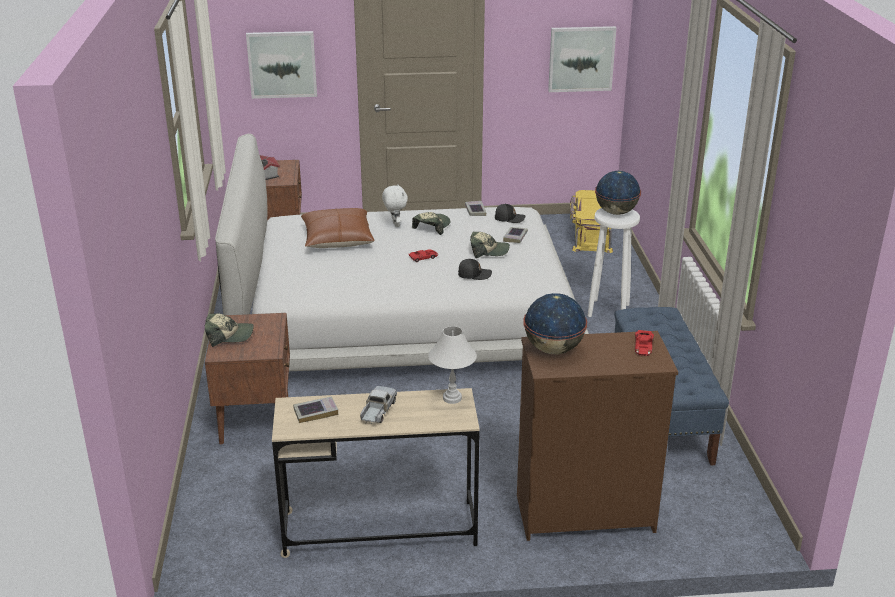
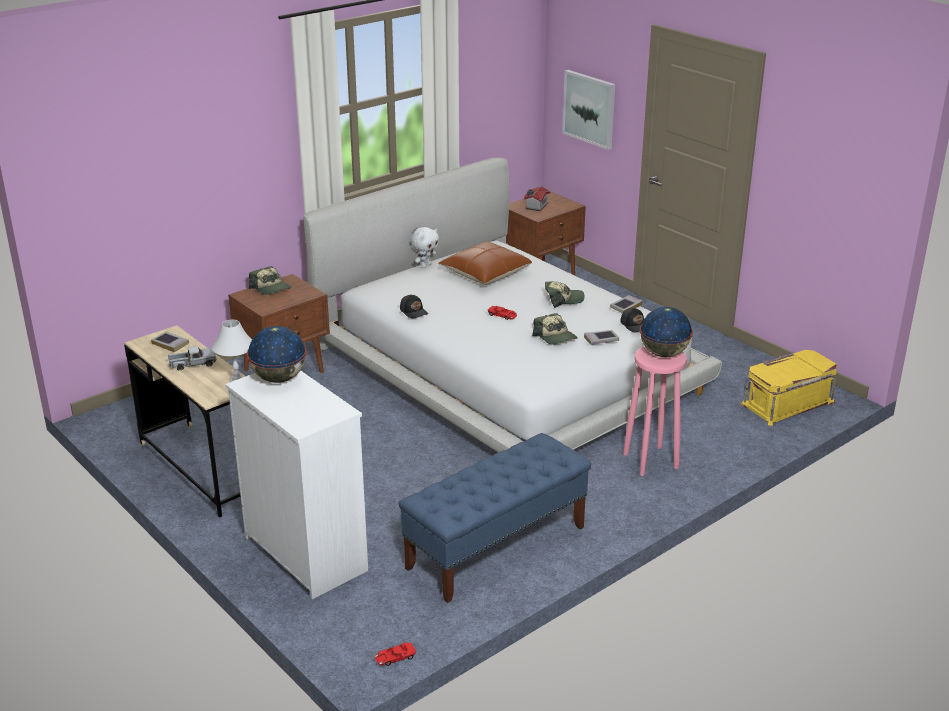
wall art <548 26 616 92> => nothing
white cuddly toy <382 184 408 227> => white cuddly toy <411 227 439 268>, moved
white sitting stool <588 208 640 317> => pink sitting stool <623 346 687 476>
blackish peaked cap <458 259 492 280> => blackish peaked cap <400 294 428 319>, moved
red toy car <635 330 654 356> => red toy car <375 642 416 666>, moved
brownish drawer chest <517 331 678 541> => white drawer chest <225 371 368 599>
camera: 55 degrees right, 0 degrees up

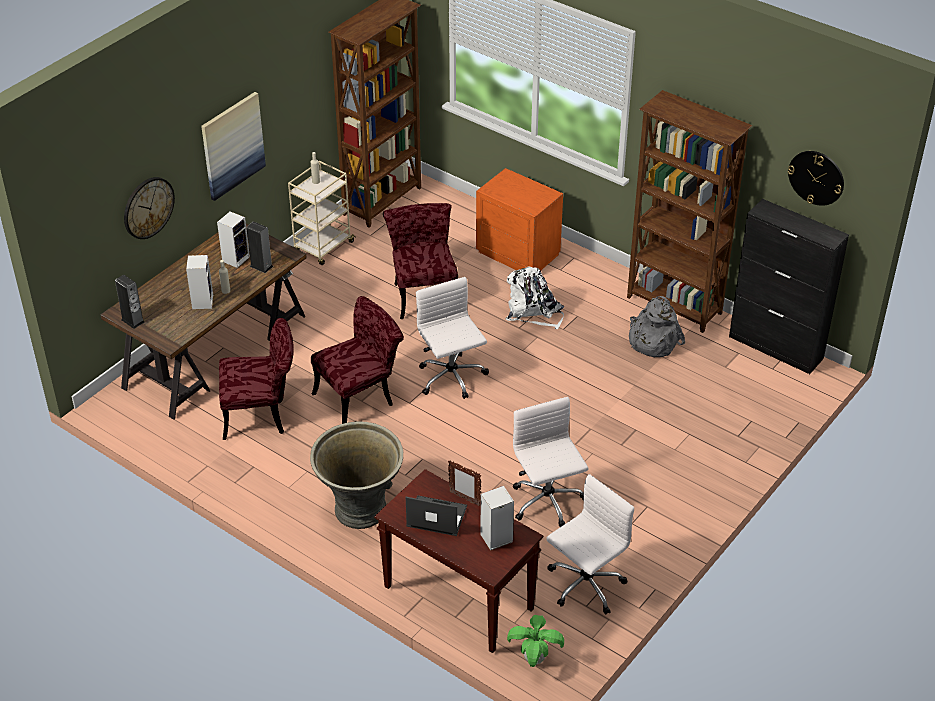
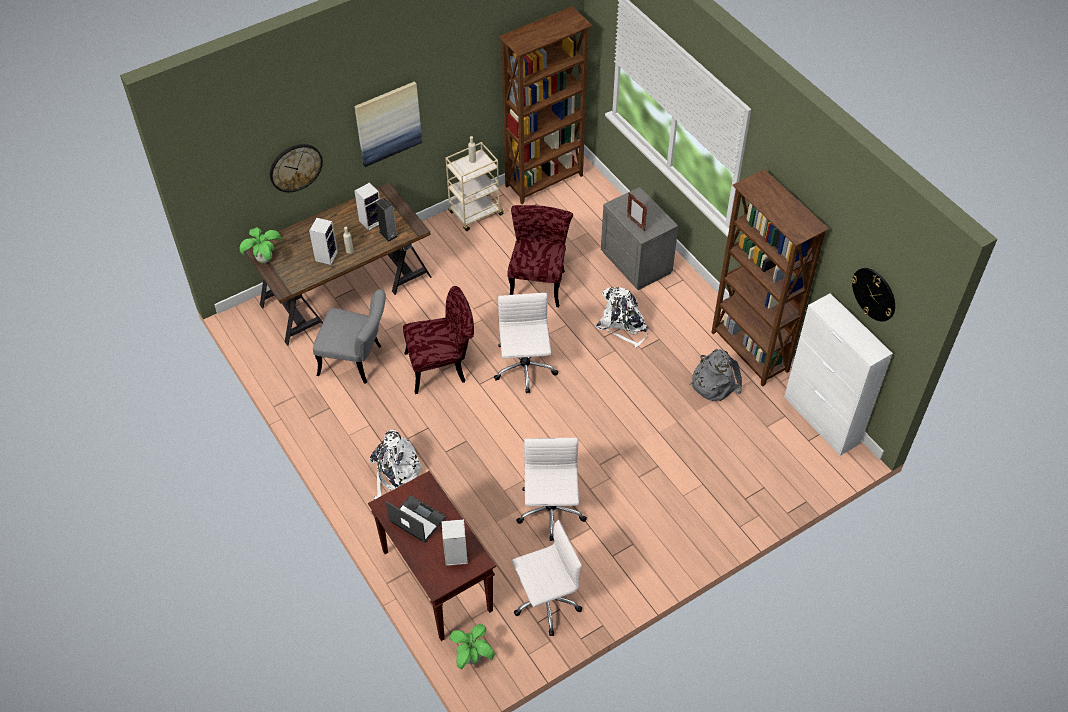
orange-coloured nightstand <476 168 563 271> => gray nightstand <601 187 678 290>
blackish storage cabinet <729 199 849 374> => white storage cabinet <784 293 893 456>
audio speaker <115 275 144 329> => potted plant <240 227 281 263>
red chair <219 318 293 440> => gray chair <313 289 386 384>
gray plant pot <310 422 403 529> => white knapsack <369 429 424 499>
picture frame <448 460 481 506> => picture frame <627 193 648 231>, moved
camera: 20 degrees right, 10 degrees up

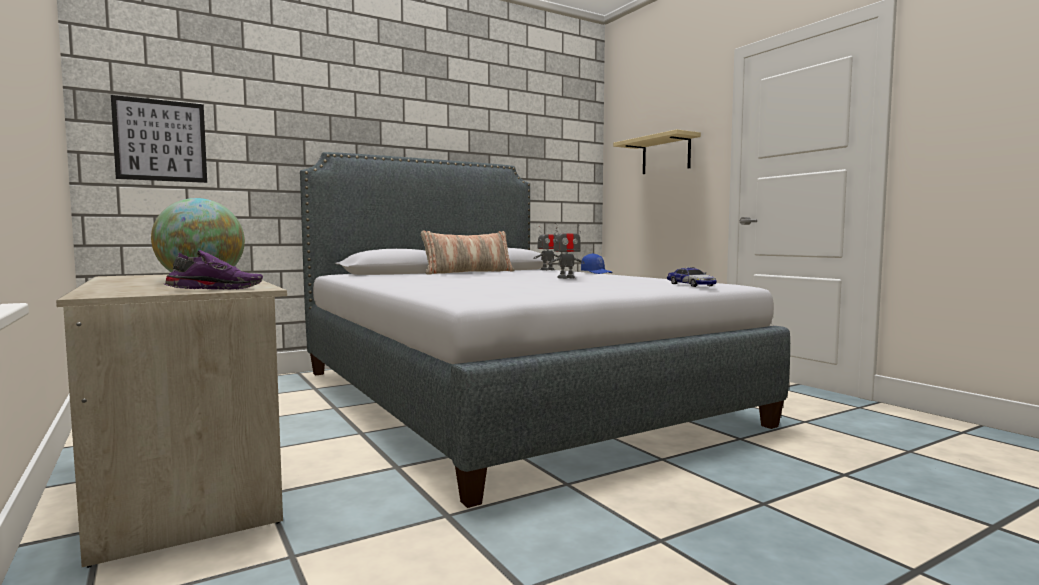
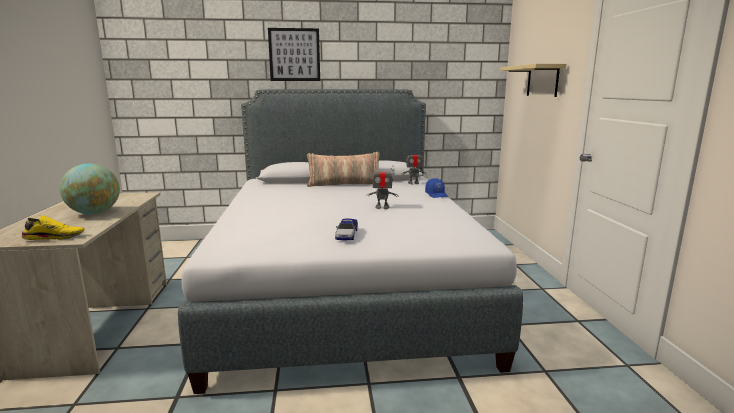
wall art <111 95 207 183> => wall art <268 28 320 81>, moved
purple low shoe <165 250 263 290> => yellow low shoe <21 215 85 240>
toy car <667 267 717 287> => toy car <335 219 358 240>, moved
camera: 25 degrees right, 10 degrees up

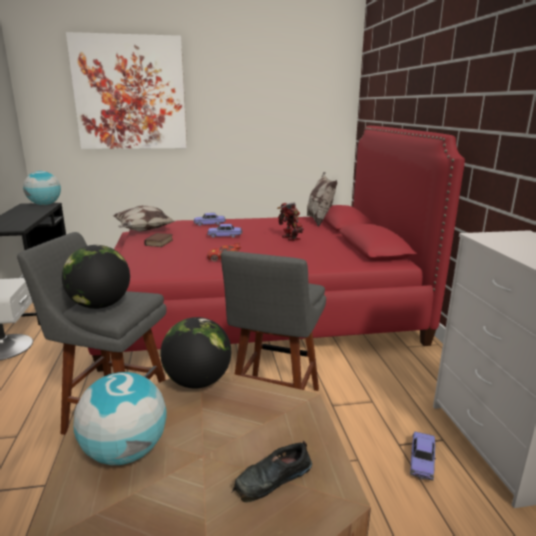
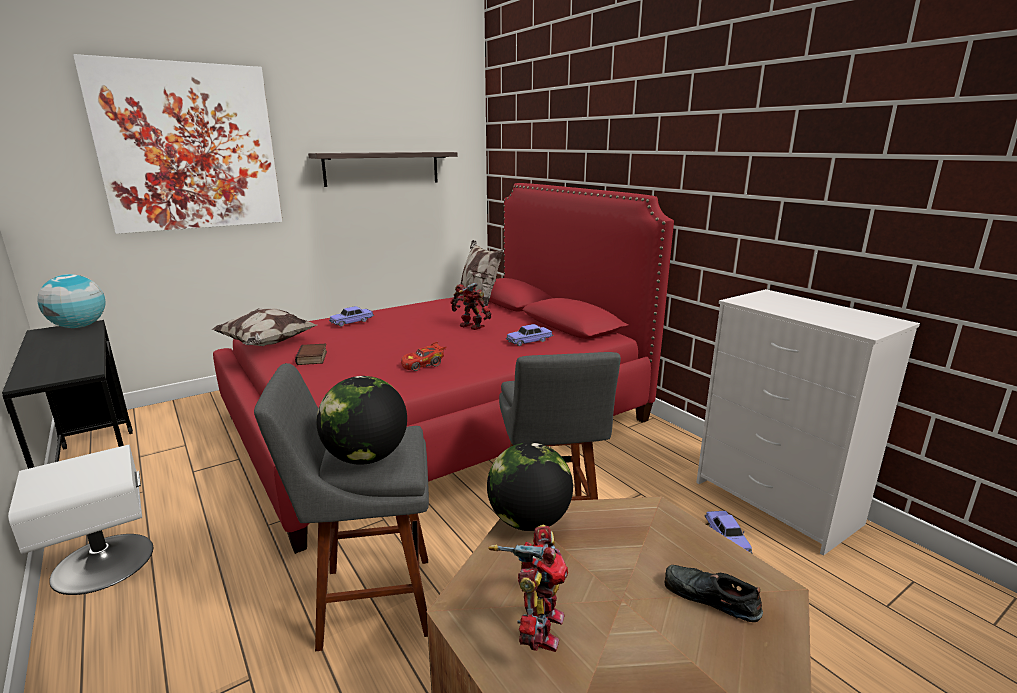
toy car <207 224 242 238> => toy car <506 324 553 346>, moved
desk globe <74 372 167 465> => model robot <488 525 568 652>
blackish low shoe <232 440 312 503> => blackish low shoe <664 565 763 622>, 90 degrees clockwise
nothing => shelf <308 152 458 187>
camera: 25 degrees left, 0 degrees up

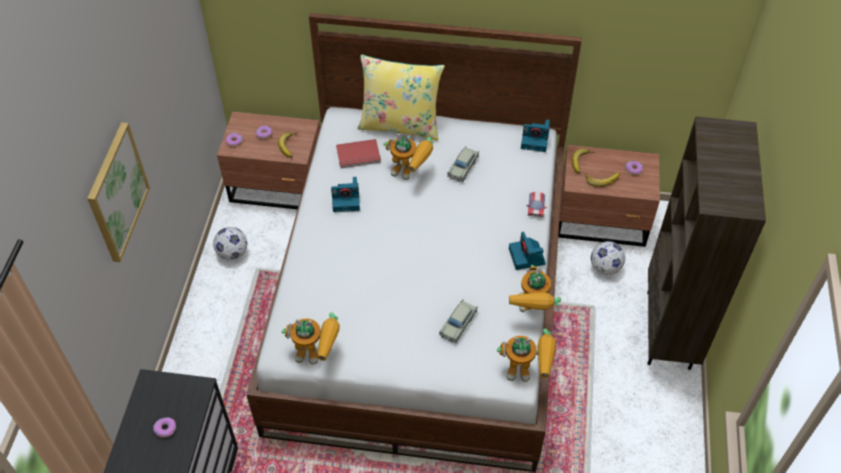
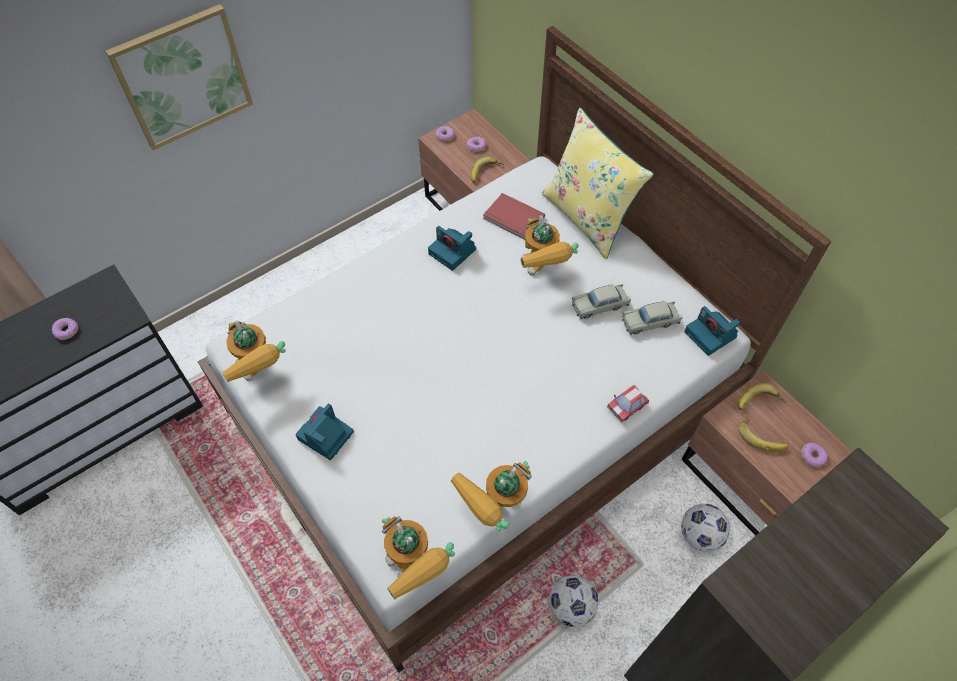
football ball <213 227 247 260> => football ball <549 575 599 627>, moved
photo camera <509 232 546 270> => photo camera <296 403 354 460>, moved
beige toy car <439 299 478 343> => beige toy car <622 301 682 335>, moved
camera: 45 degrees right, 5 degrees up

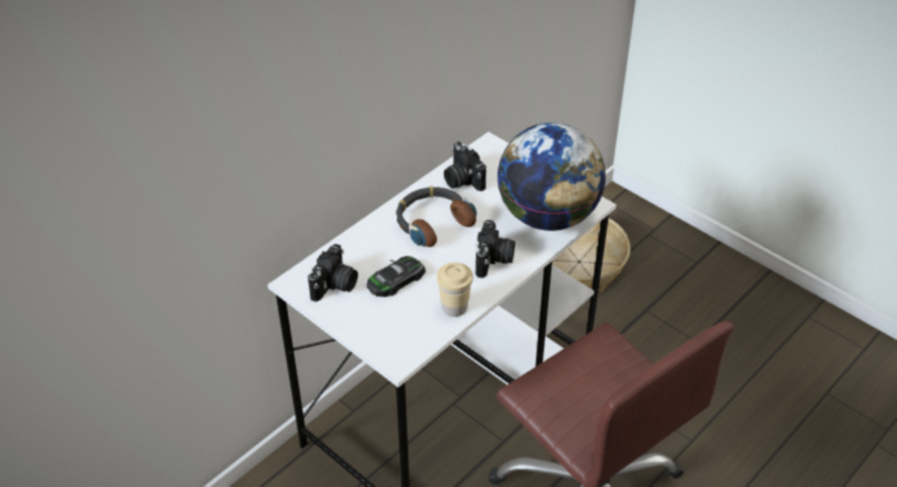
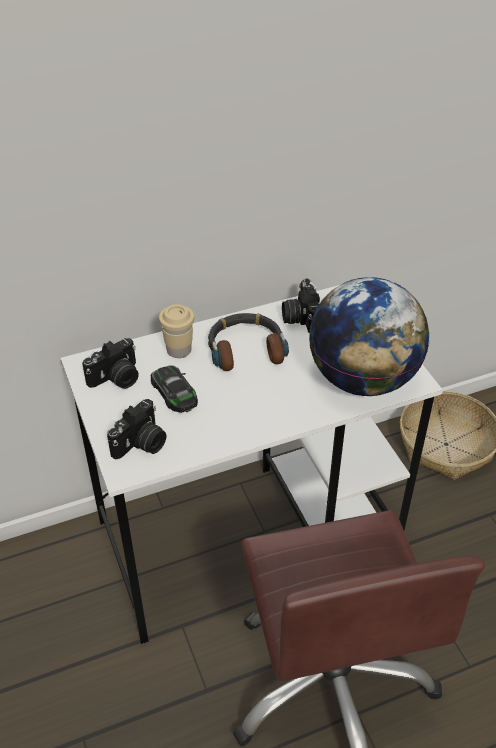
photo camera <475 220 515 278> => photo camera <107 399 166 460>, moved
toy car <366 256 426 297> => toy car <151 365 198 413>, 105 degrees counterclockwise
beige small cup <437 262 473 317> => beige small cup <159 304 194 358>, moved
camera: 25 degrees right, 0 degrees up

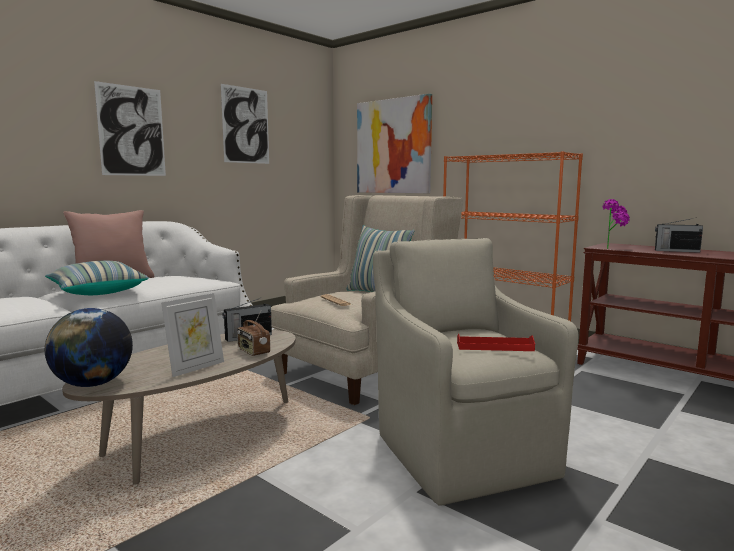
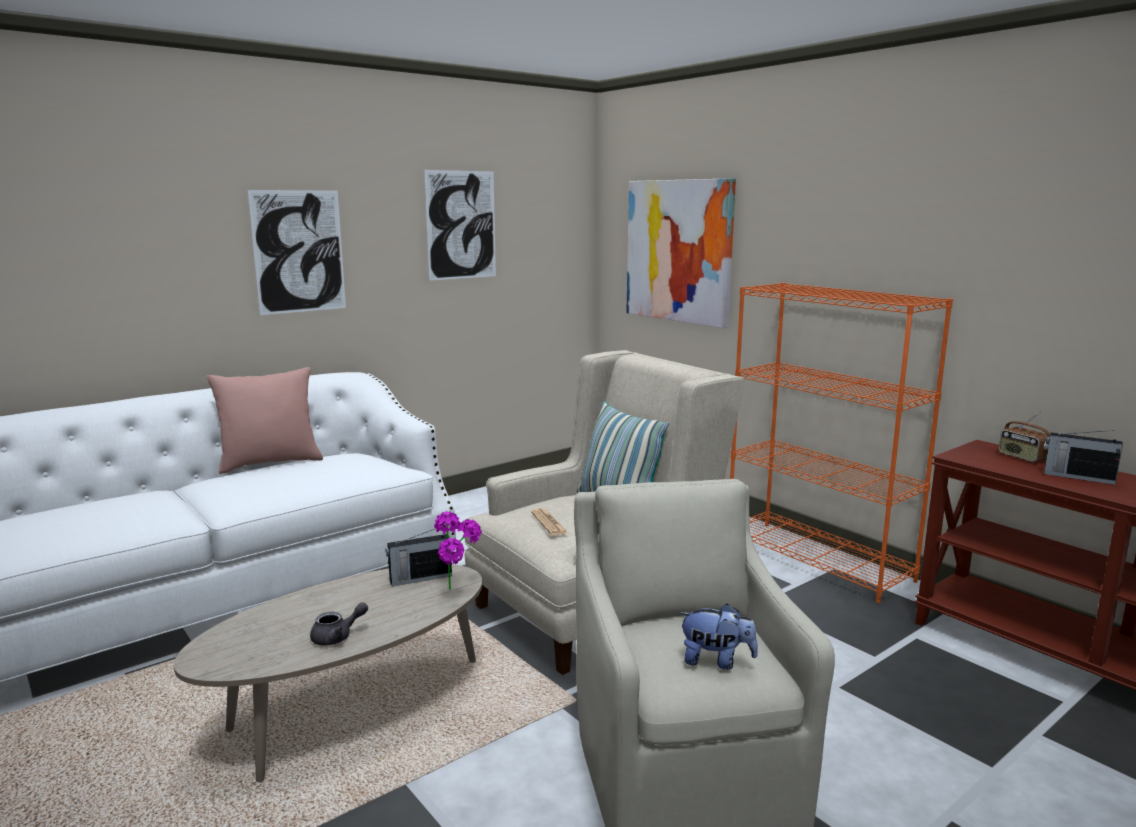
potted plant <602 199 630 249> => potted plant <434 511 482 590>, moved
cushion <45 261 149 295> => nothing
picture frame <161 293 224 377> => gray tea pot <310 602 368 646>
desk globe <45 308 133 387> => nothing
radio receiver <237 311 270 356> => radio receiver <999 411 1050 462>, moved
red carrying tray <457 334 535 351> => cuddly toy <679 604 758 670>
camera: 10 degrees right, 5 degrees up

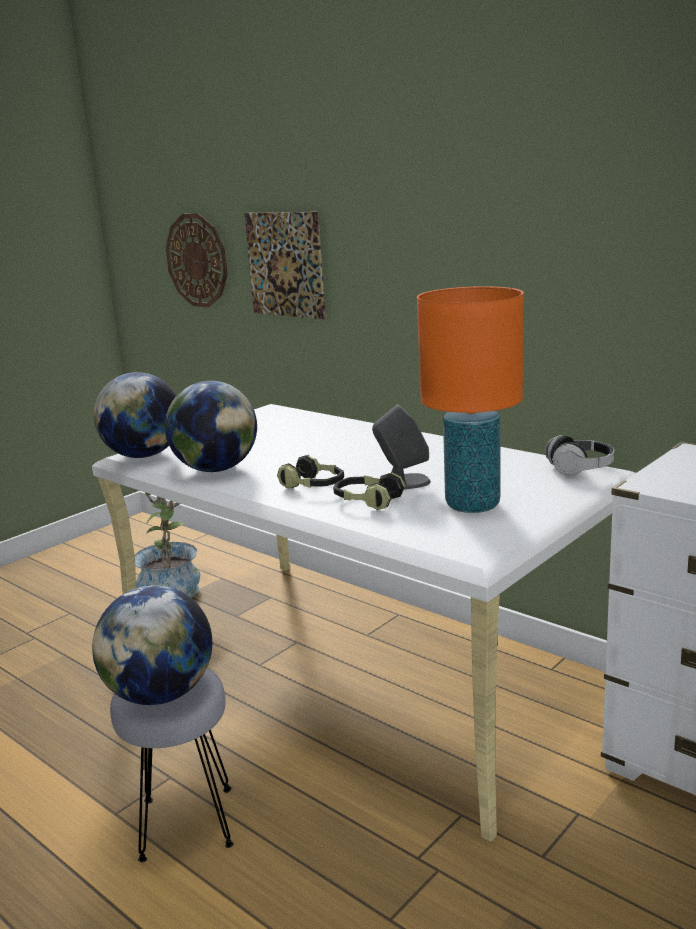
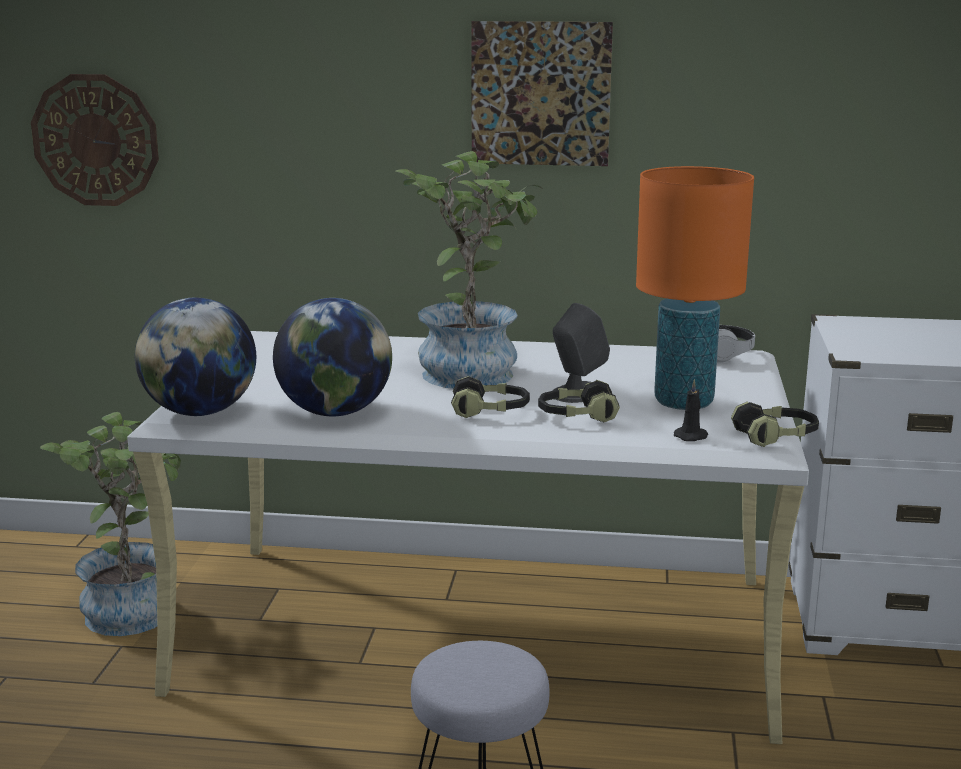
wall art <244 212 326 319> => wall art <471 21 613 166>, moved
desk globe <92 585 212 705> => nothing
nothing => potted plant <395 151 542 389>
nothing => blackish candle <674 379 708 441>
nothing => headset <731 402 819 447>
camera: 35 degrees left, 0 degrees up

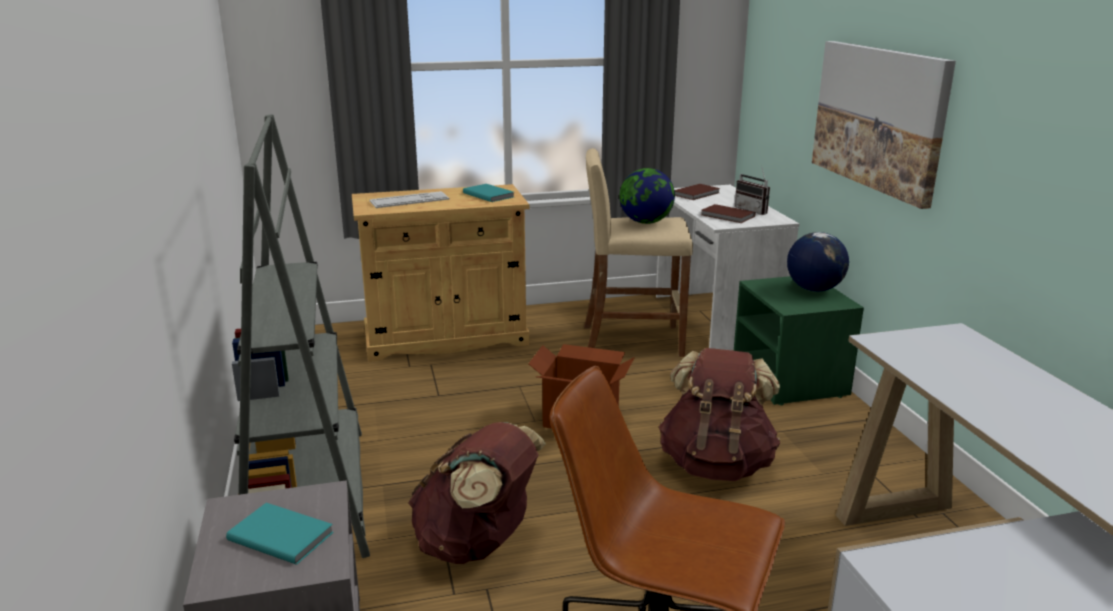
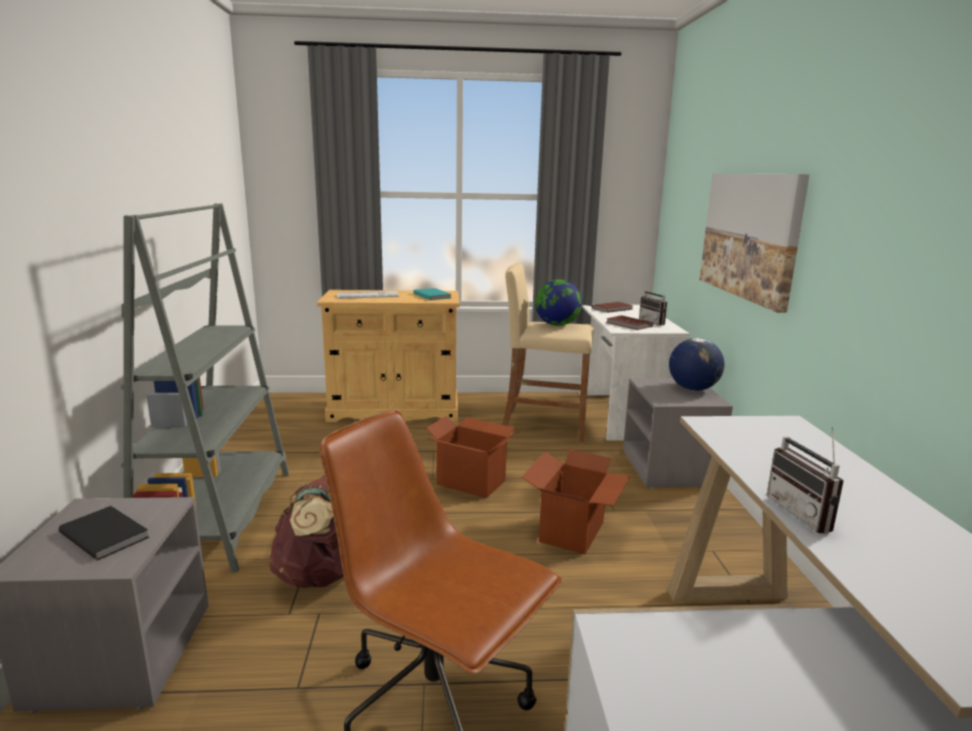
greenish nightstand <734 276 864 405> => gray nightstand <623 378 733 489>
brownish knapsack <659 348 780 481> => packing box <522 449 630 554>
turquoise-coloured book <226 503 334 565> => blackish book <59 506 149 560>
nothing => radio receiver <766 427 844 534>
camera: 10 degrees right, 5 degrees down

